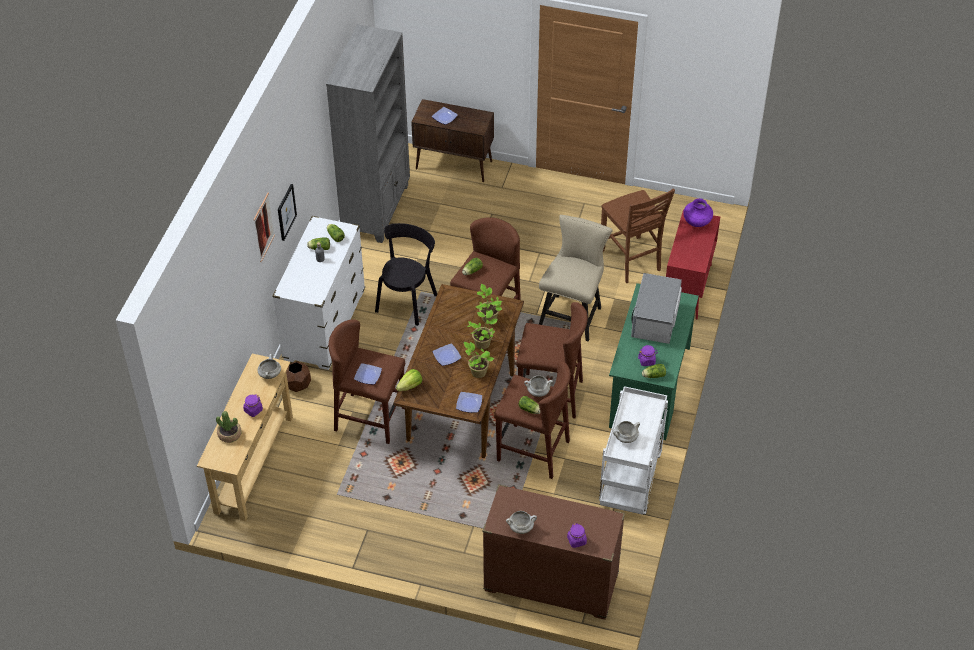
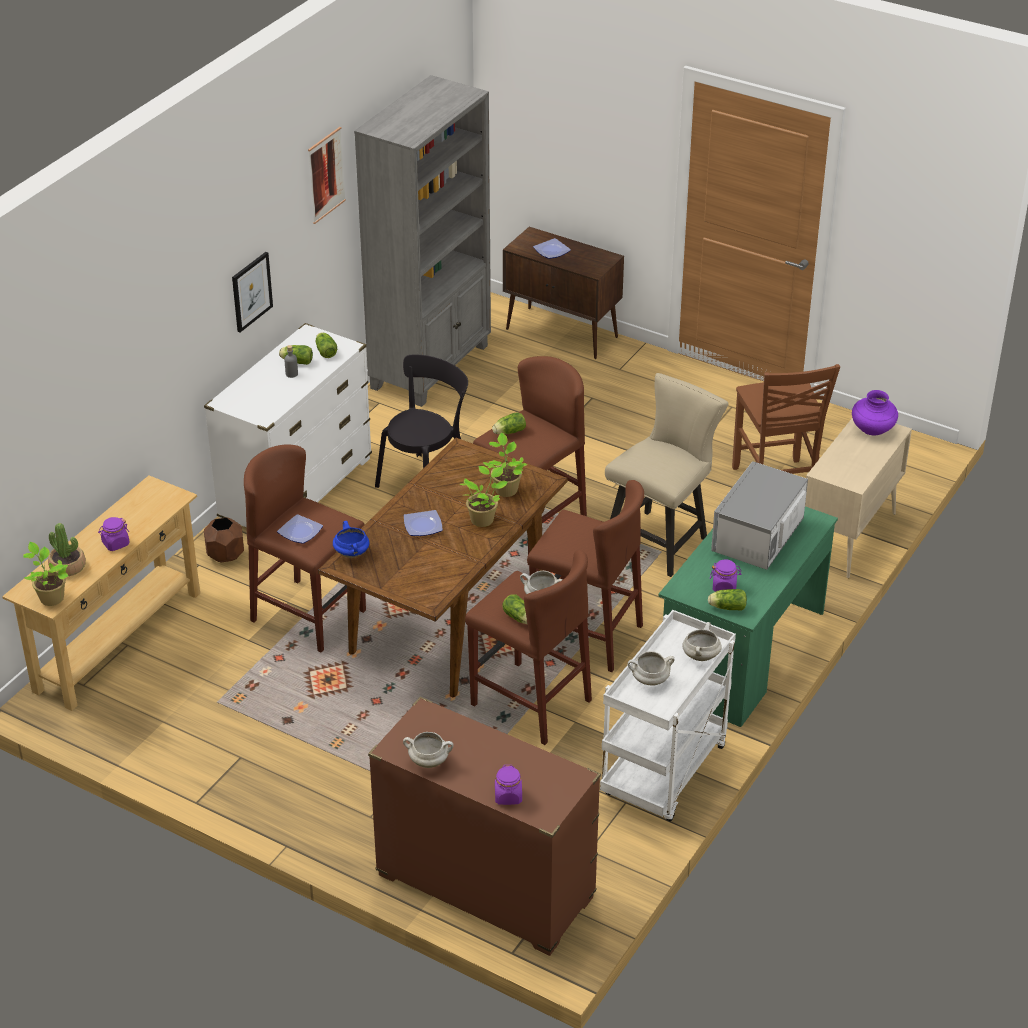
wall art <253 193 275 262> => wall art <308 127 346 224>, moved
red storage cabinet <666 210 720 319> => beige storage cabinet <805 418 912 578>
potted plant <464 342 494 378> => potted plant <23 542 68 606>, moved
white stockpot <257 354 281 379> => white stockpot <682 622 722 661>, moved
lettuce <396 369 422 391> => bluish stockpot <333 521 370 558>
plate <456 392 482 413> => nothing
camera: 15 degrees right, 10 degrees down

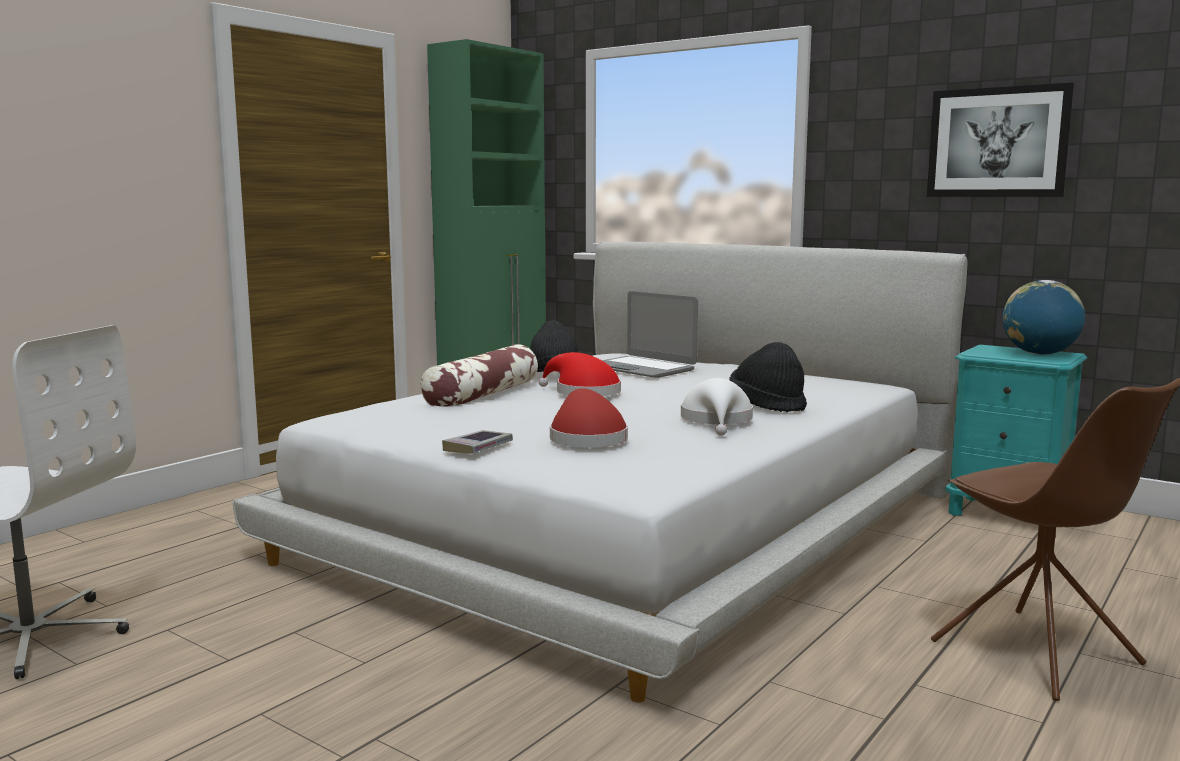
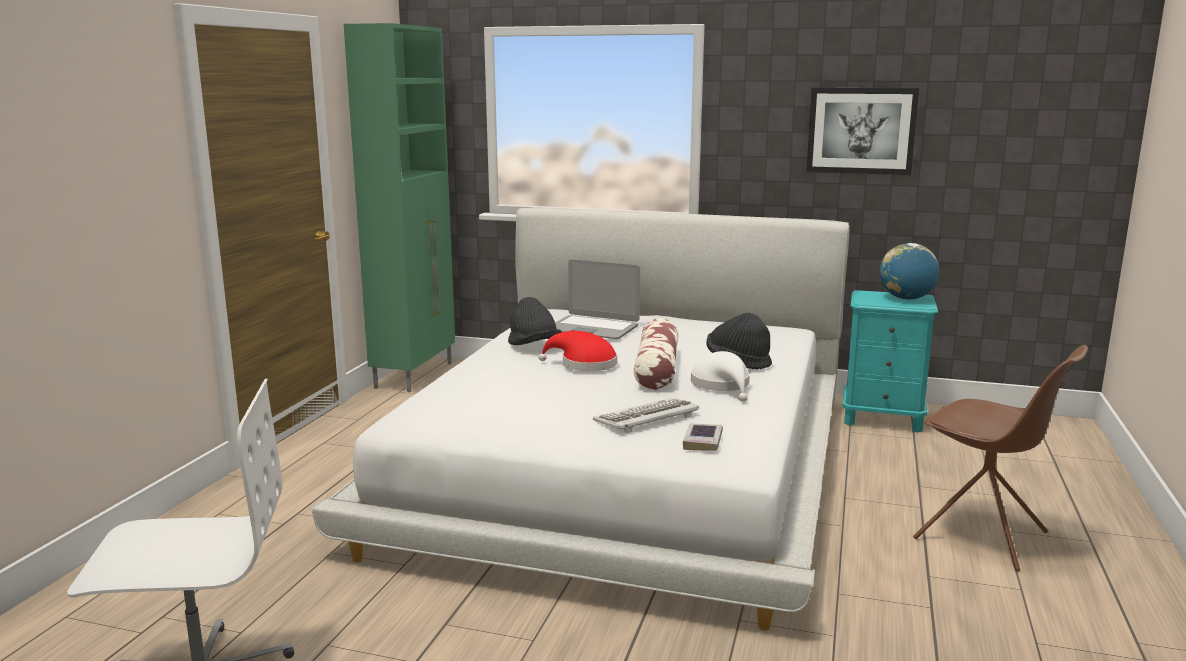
cushion <420 344 538 407> => cushion <634 318 679 390>, moved
red hat <550 388 628 448> => PC keyboard <593 398 699 433>
book <442 430 513 454> => book <683 424 723 451>, moved
camera: 20 degrees left, 5 degrees up

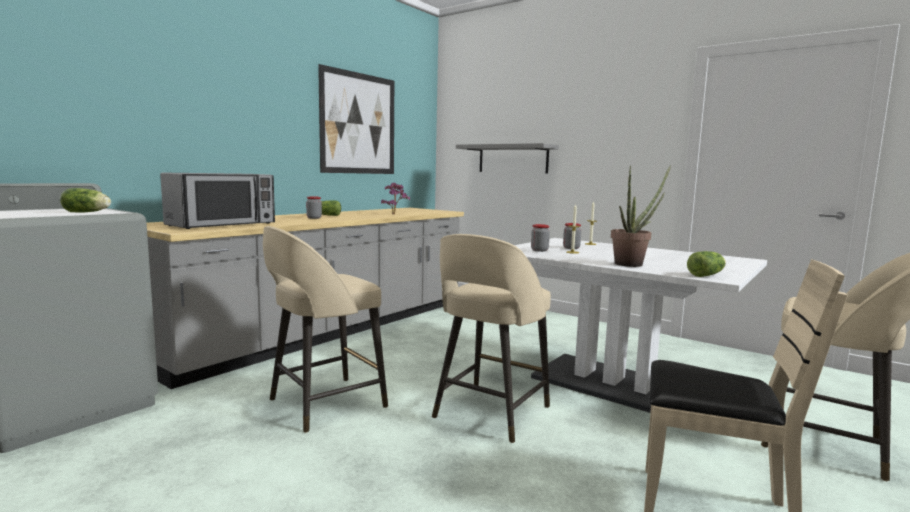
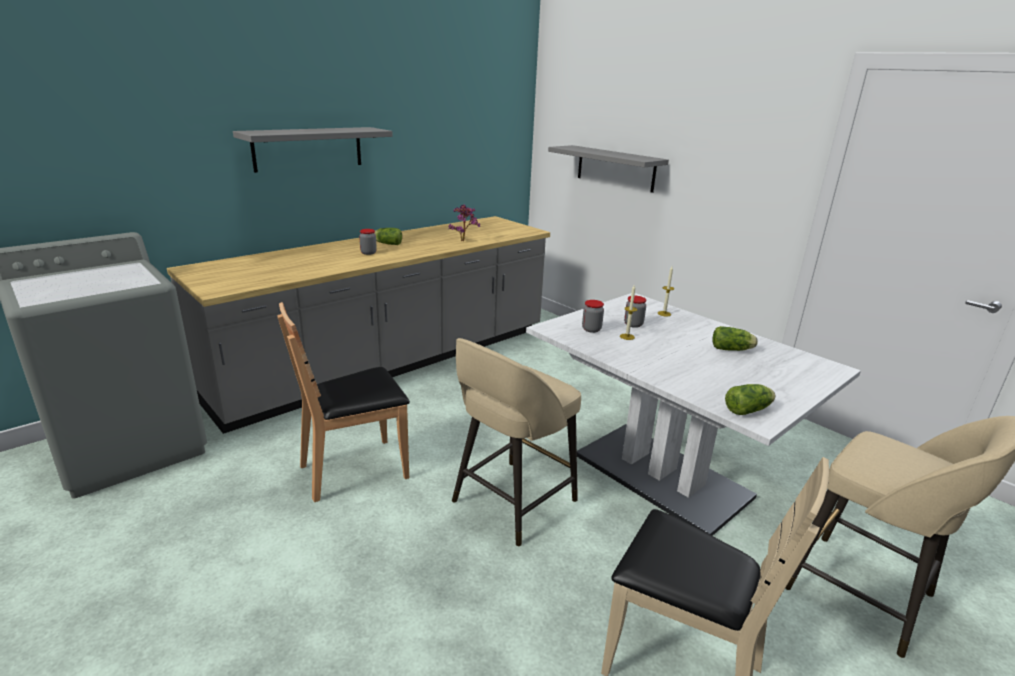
wall art <318 64 394 174> => nothing
potted plant <611 165 671 267> => nothing
microwave <160 173 275 229> => nothing
lettuce <60 188 111 213> => lettuce <712 326 758 351>, moved
beige sitting stool <263 226 388 433> => brownish chair <277 302 410 502>
nothing => gray shelf <233 127 393 173>
camera: 10 degrees right, 15 degrees up

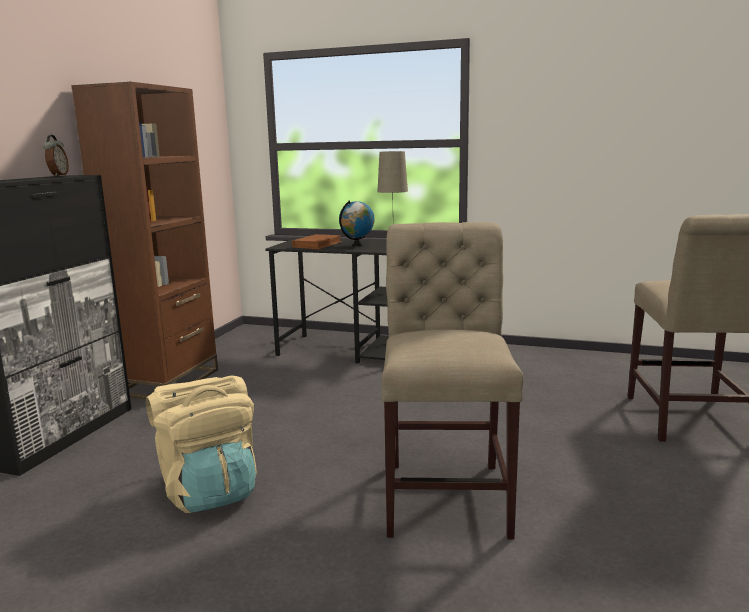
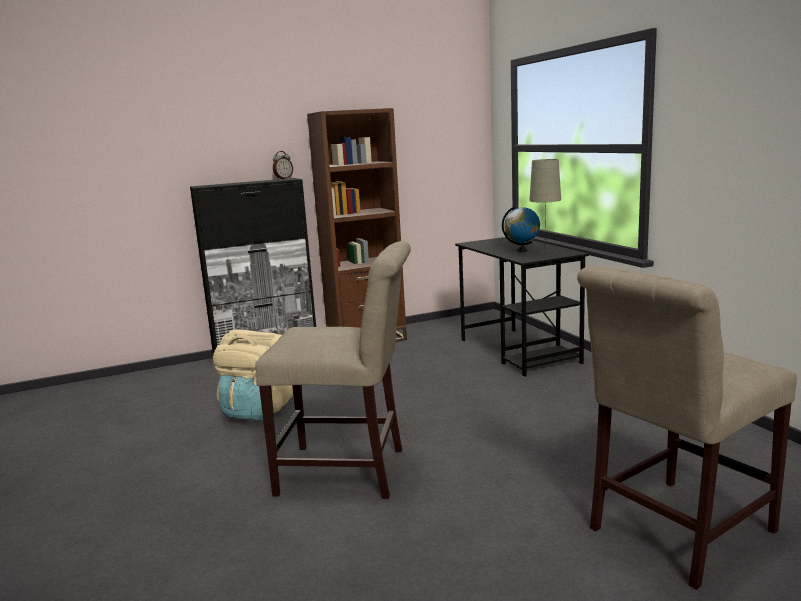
beige chair <382 222 523 540> => beige chair <255 241 411 499>, 45 degrees clockwise
brownish book <292 234 342 249> => nothing
camera: 50 degrees right, 0 degrees up

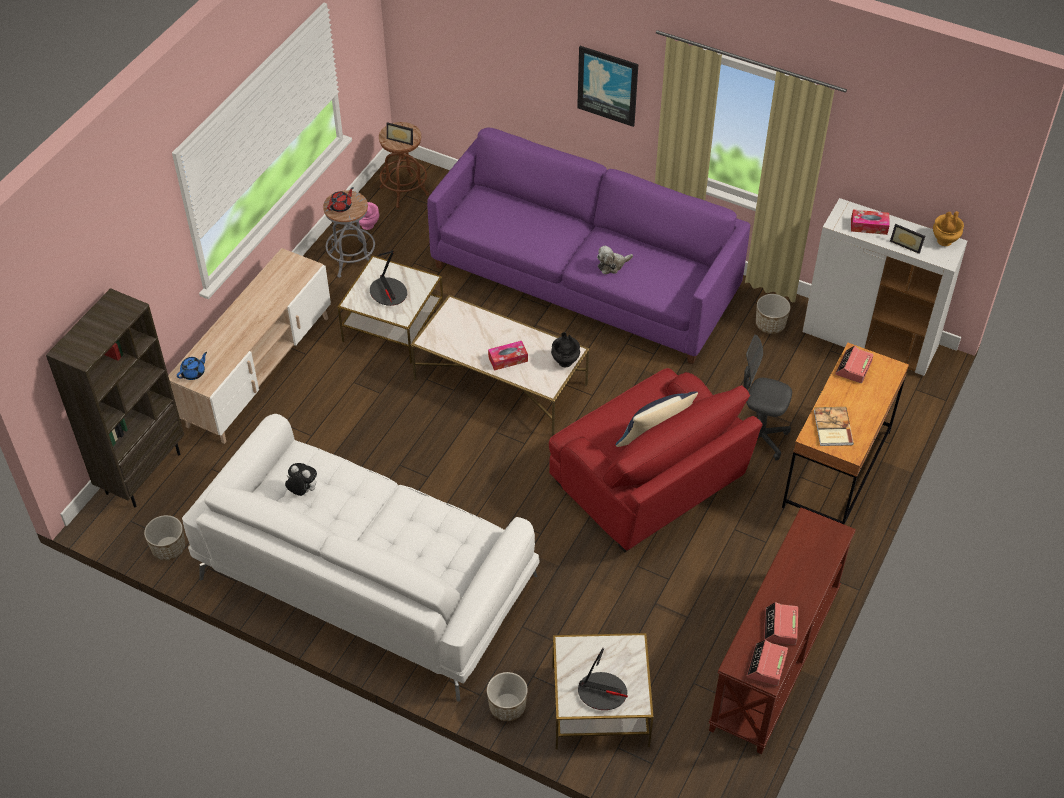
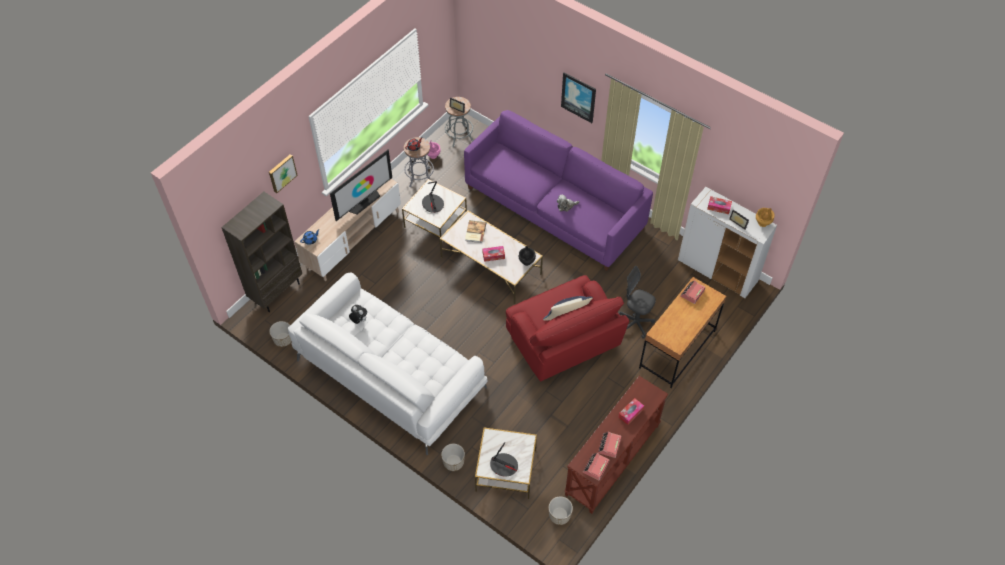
brownish sitting stool <379 122 429 208> => gray sitting stool <445 97 474 147>
plant pot <756 294 790 334> => plant pot <549 496 573 525>, moved
book <814 407 854 446> => book <465 220 486 243>, moved
nothing => TV <330 150 392 221>
nothing => wall art <269 154 298 193>
nothing => box of tissues <618 398 644 425>
camera: 10 degrees right, 5 degrees up

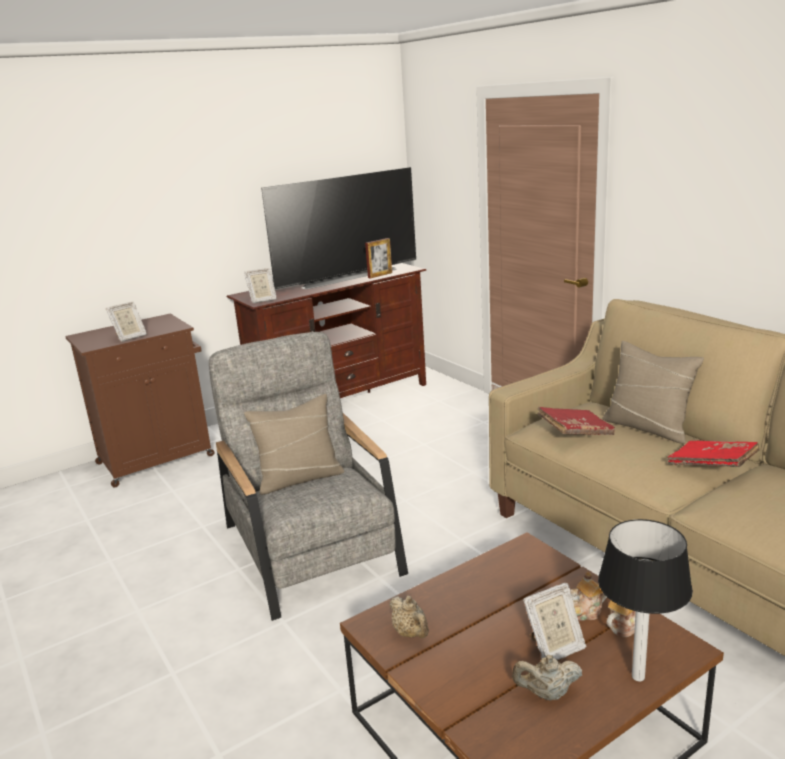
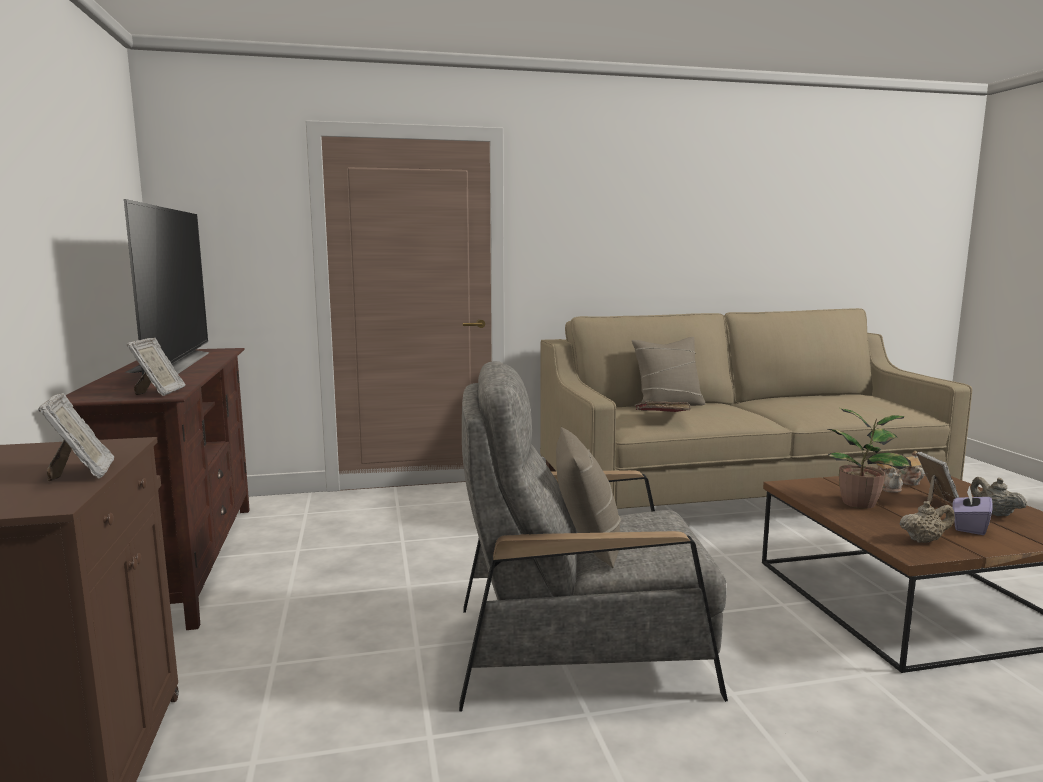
picture frame <365 238 392 278> => nothing
red book <667 441 760 467> => nothing
tabletop lamp <598 519 693 681> => nothing
beige tea pot <512 655 582 701> => beige tea pot <970 477 1027 516>, 135 degrees clockwise
nothing => potted plant <827 408 911 509>
nothing => purple box of tissues <952 486 993 535>
camera: 70 degrees left, 10 degrees down

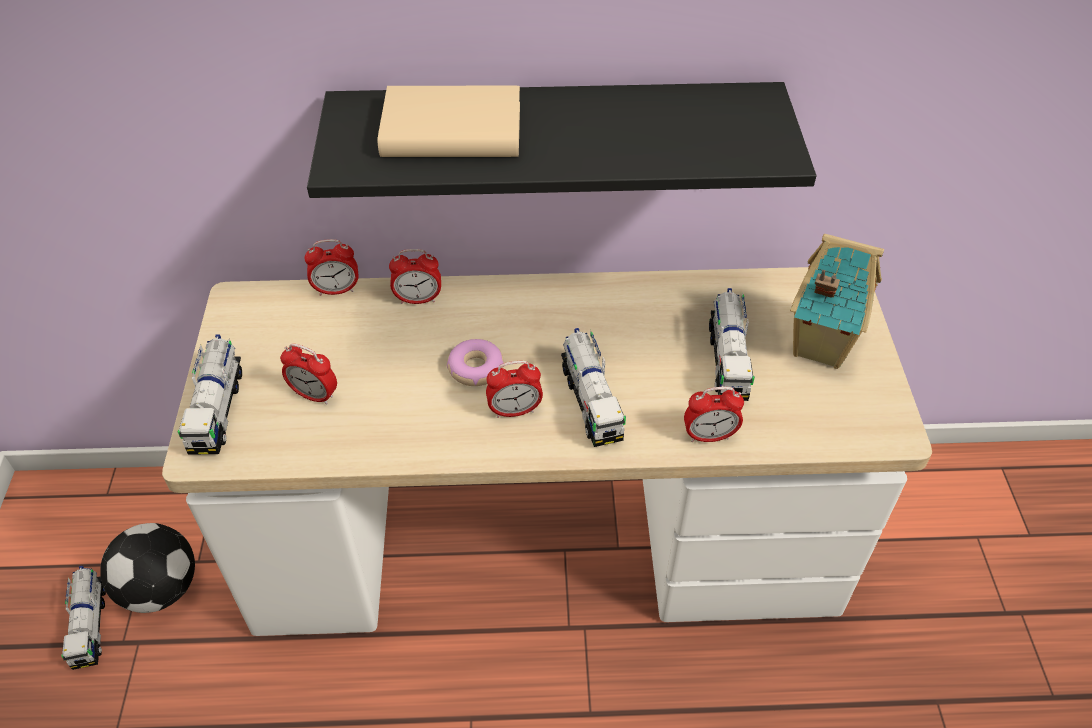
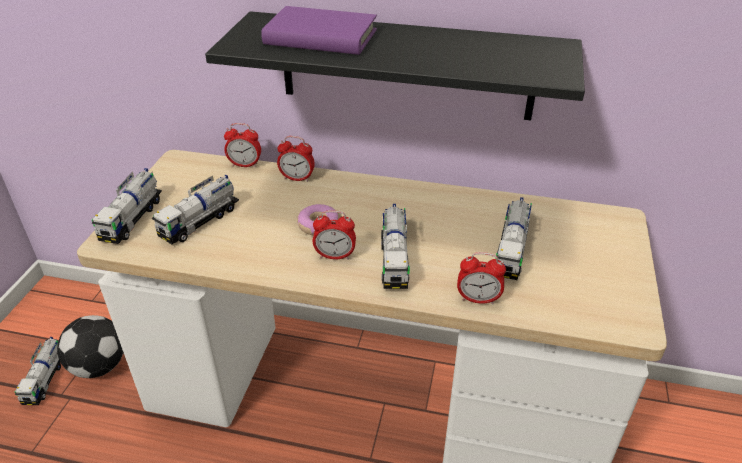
beige book <377 86 520 157> => purple book <261 6 377 55>
toy house <790 234 884 369> => nothing
bedside clock <280 344 337 405> => toy lorry <152 175 239 244>
camera: 15 degrees right, 10 degrees down

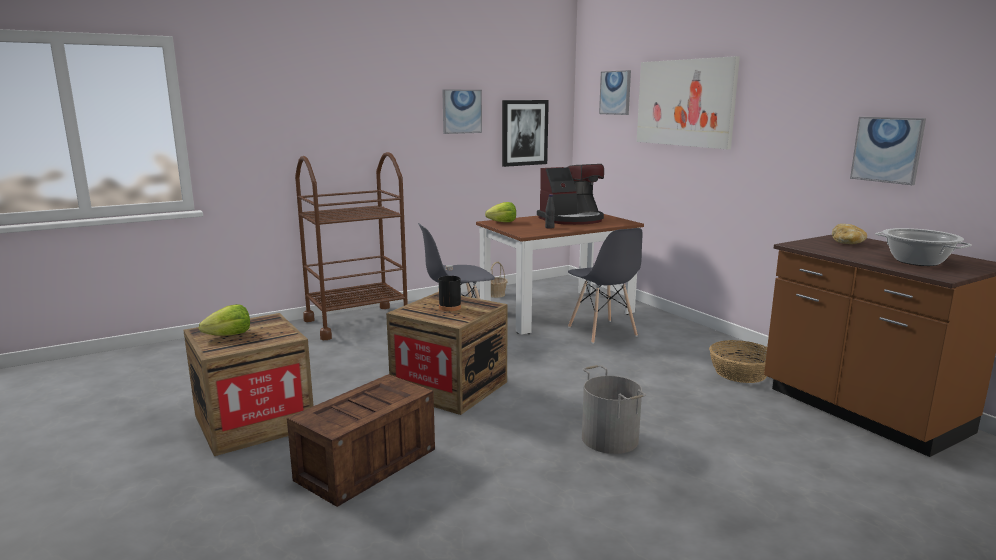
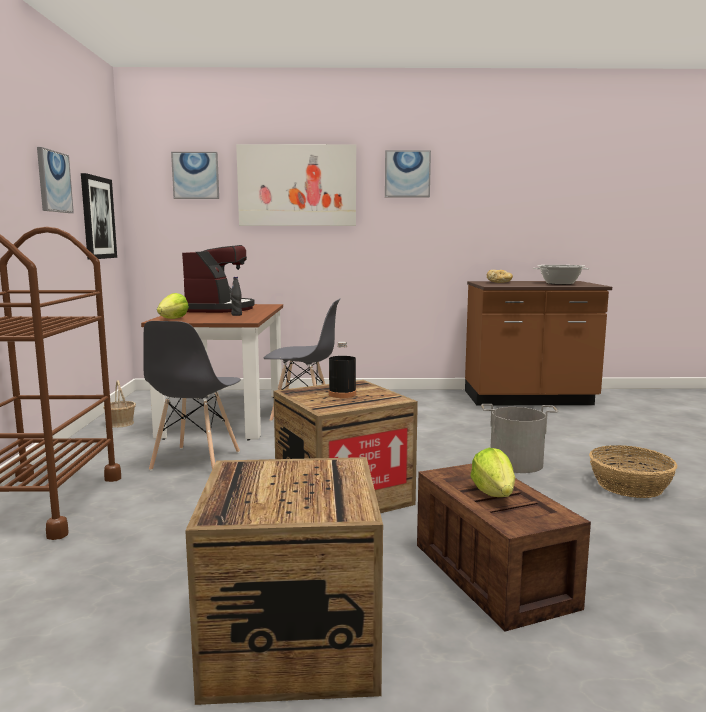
wall art <850 117 926 185> => wall art <385 150 431 197>, moved
lettuce <199 304 250 336> => lettuce <471 448 515 497>, moved
storage basket <709 340 767 383> => storage basket <589 445 677 498>, moved
camera: 60 degrees left, 5 degrees down

